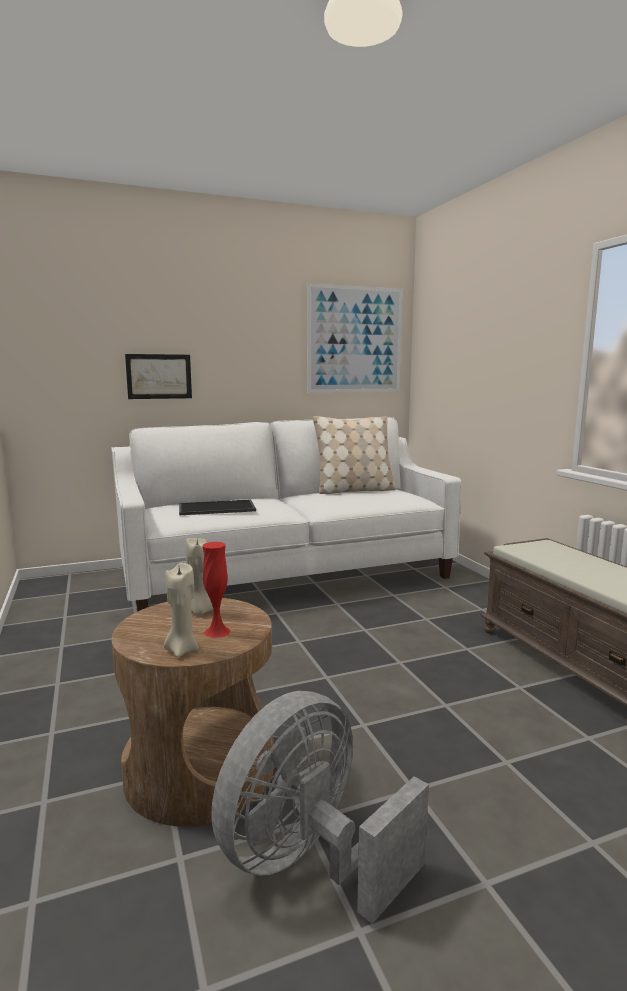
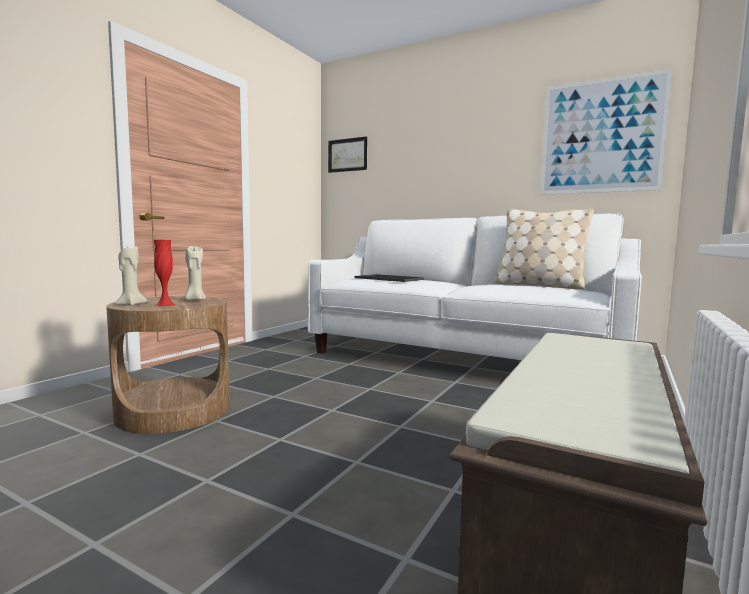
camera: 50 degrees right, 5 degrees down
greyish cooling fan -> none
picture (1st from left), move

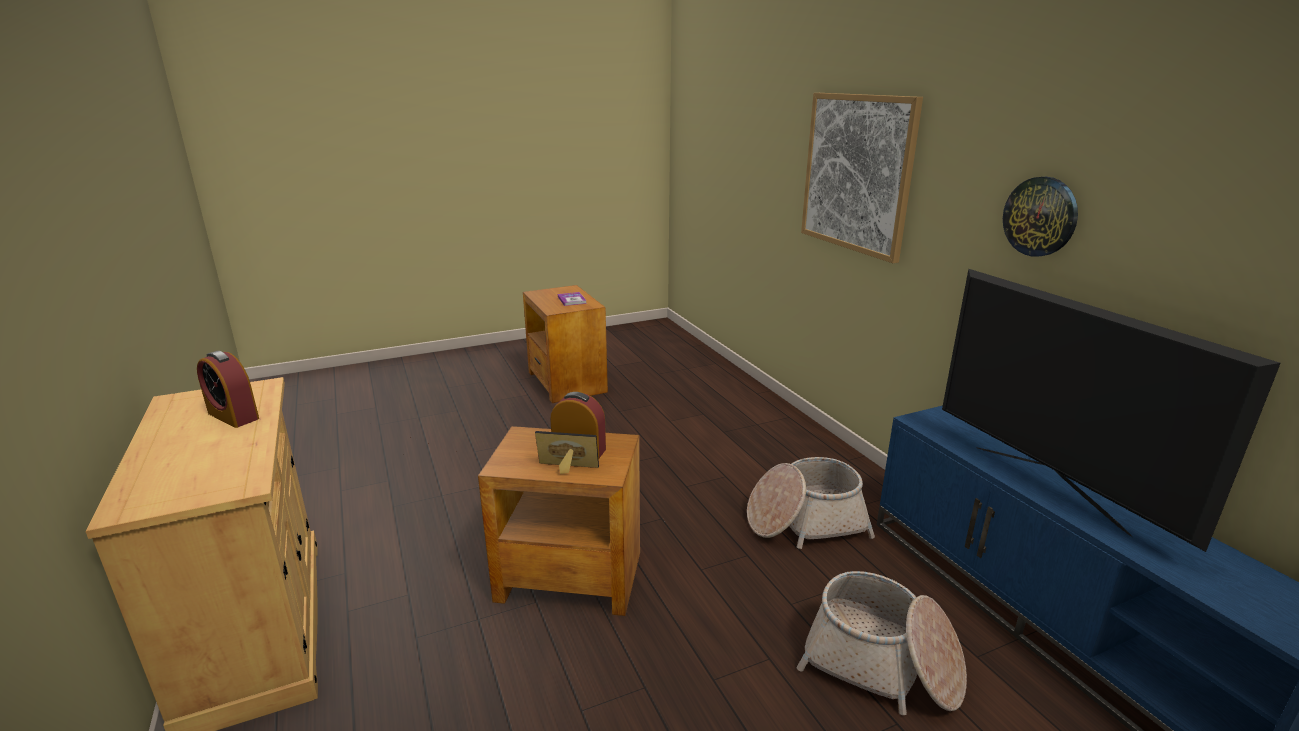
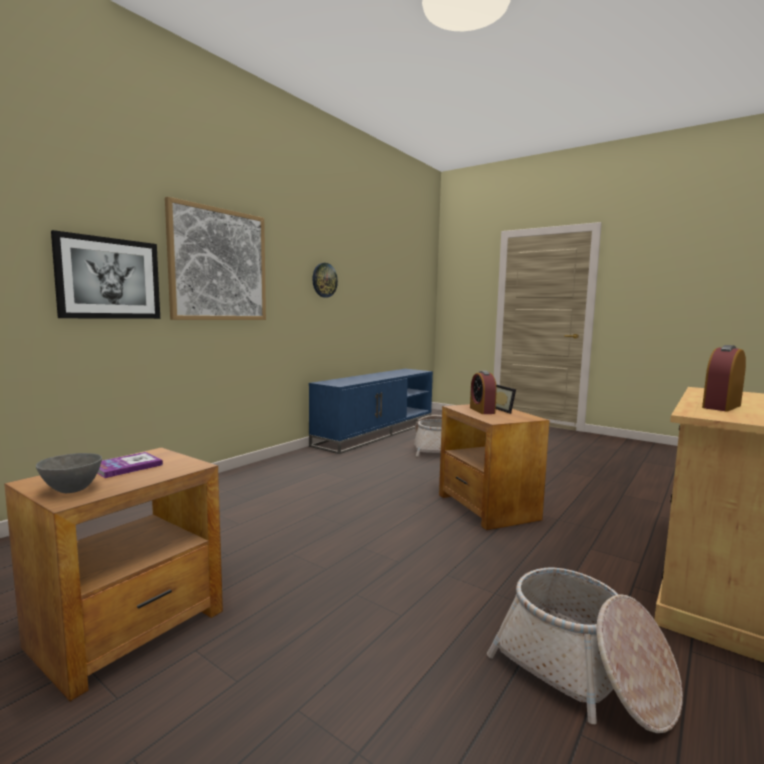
camera: 120 degrees left, 15 degrees down
TV set -> none
none -> greyish serving bowl
none -> picture (1st from left)
storage basket (1st from left in the first image) -> storage basket (2nd from left), move
bedside clock (1st from left in the first image) -> bedside clock (2nd from left), 135 degrees counterclockwise

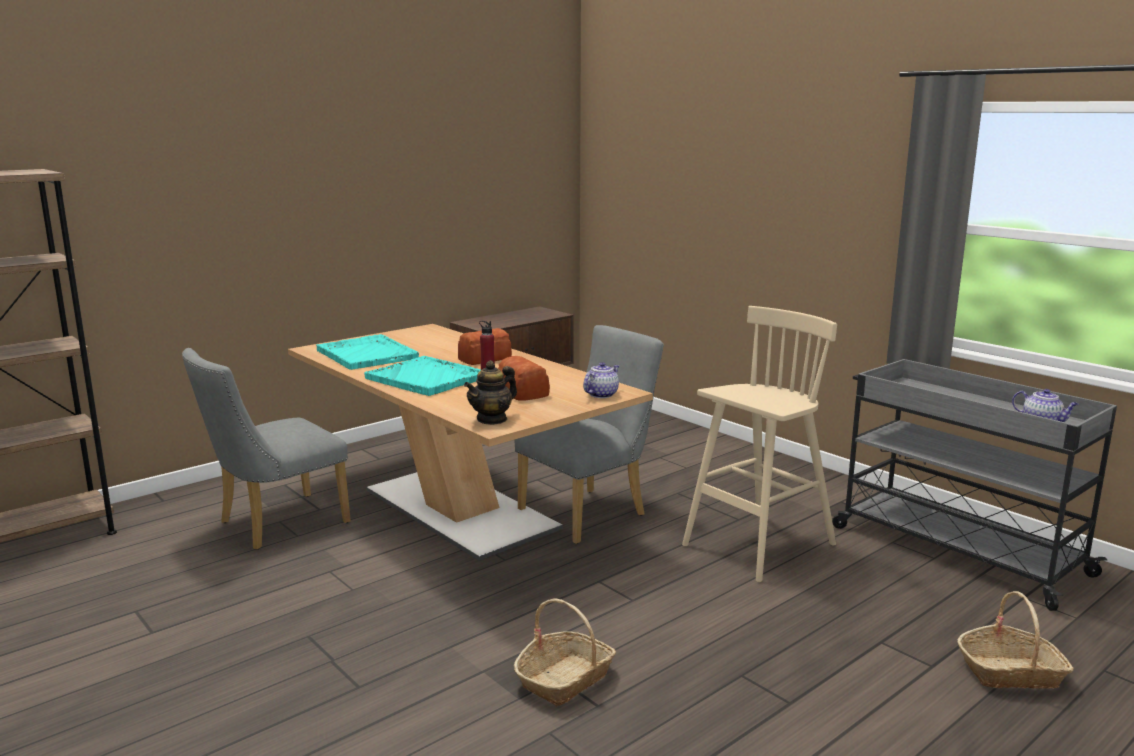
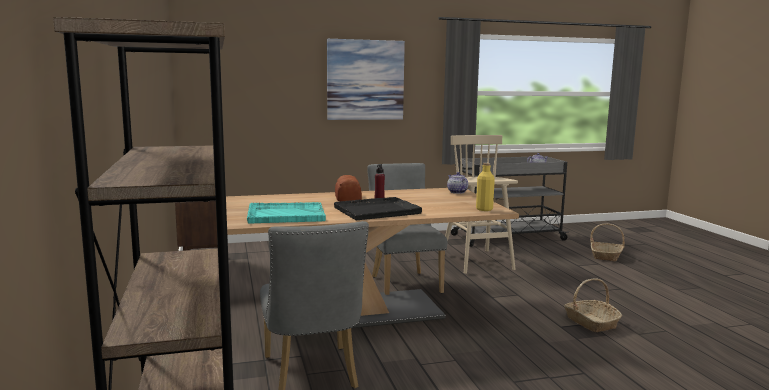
camera: 65 degrees left, 5 degrees down
baked bread (2nd from left) -> none
none -> picture
tea pot (1st from left) -> yellow beverage bottle
turquoise carrying tray (2nd from left) -> black-coloured carrying tray

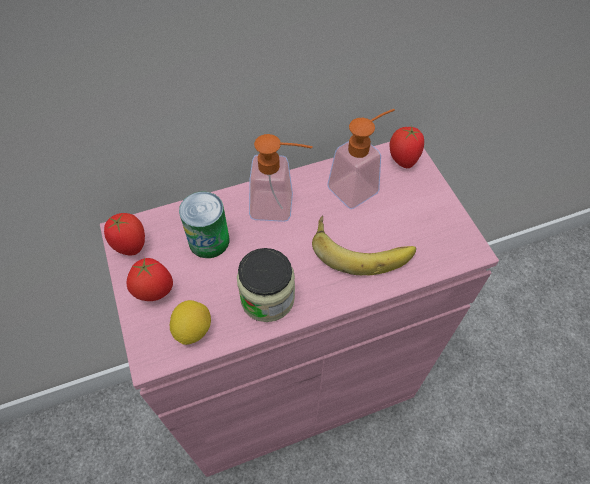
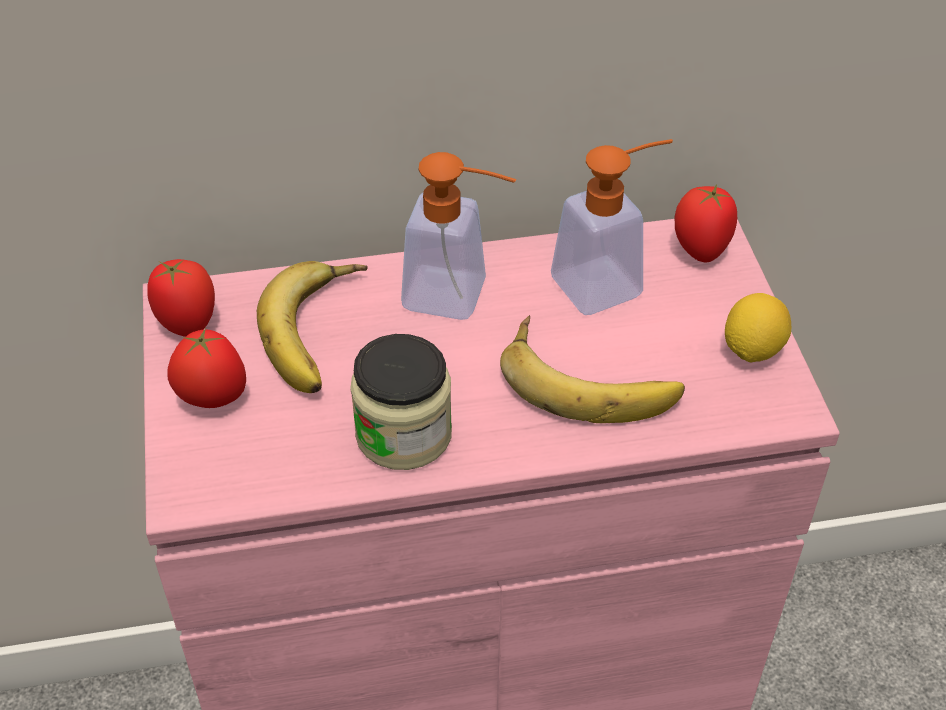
camera: 10 degrees right, 10 degrees down
whole lemon, move
sealed can -> banana fruit (1st from left)

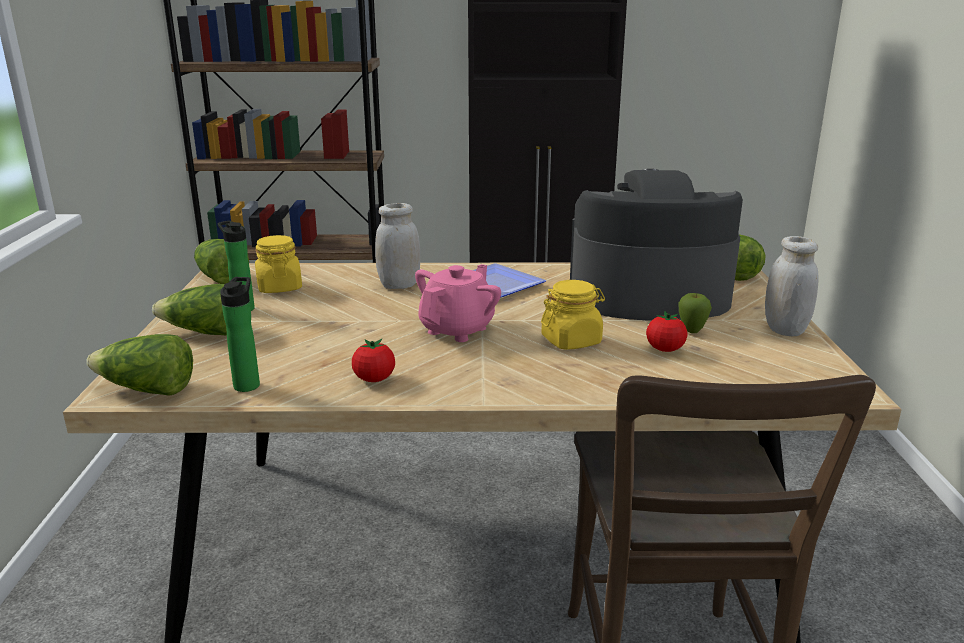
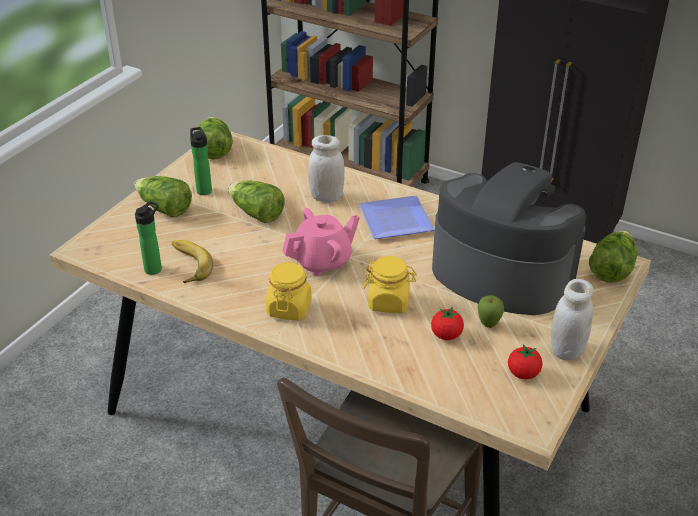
camera: 30 degrees right, 15 degrees up
none -> banana fruit
lettuce (1st from left in the first image) -> lettuce (3rd from left), move
yellow jar (1st from left), move
fresh tomato (1st from left in the first image) -> fresh tomato (2nd from left), move

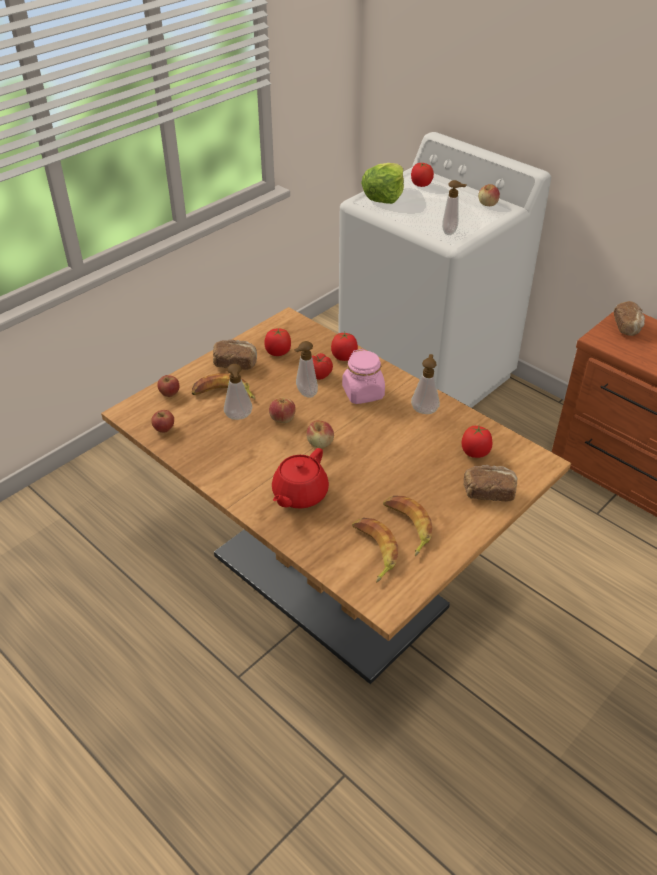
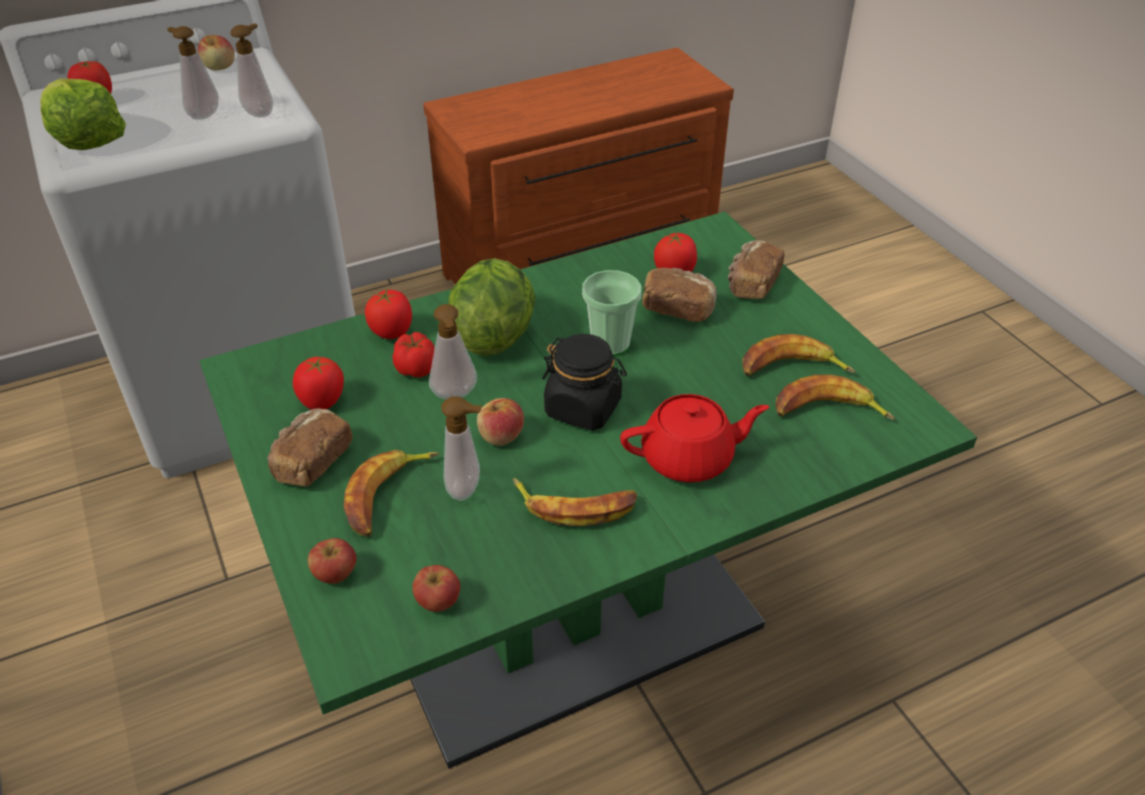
camera: 70 degrees left, 0 degrees up
none -> banana fruit (2nd from left)
none -> drinking cup
soap bottle (3rd from left in the first image) -> soap bottle (1st from left), move
baked bread (3rd from left in the first image) -> baked bread (2nd from left), move
whole apple (4th from left) -> black-coloured jar
pinkish jar -> lettuce (2nd from left)
brown dinner table -> green dinner table
red-coloured tea pot, 60 degrees counterclockwise

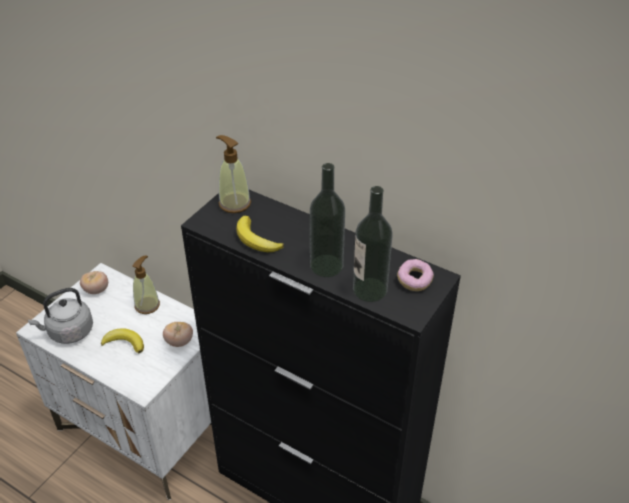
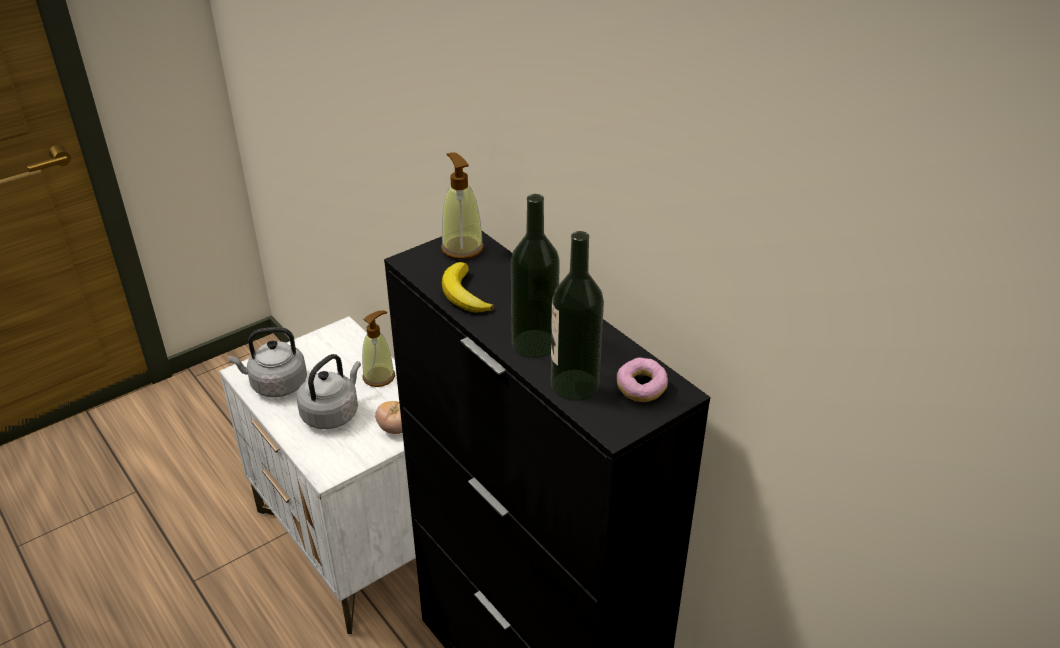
camera: 20 degrees right, 5 degrees down
fresh tomato (1st from left) -> none
banana fruit (1st from left) -> greyish kettle (2nd from left)

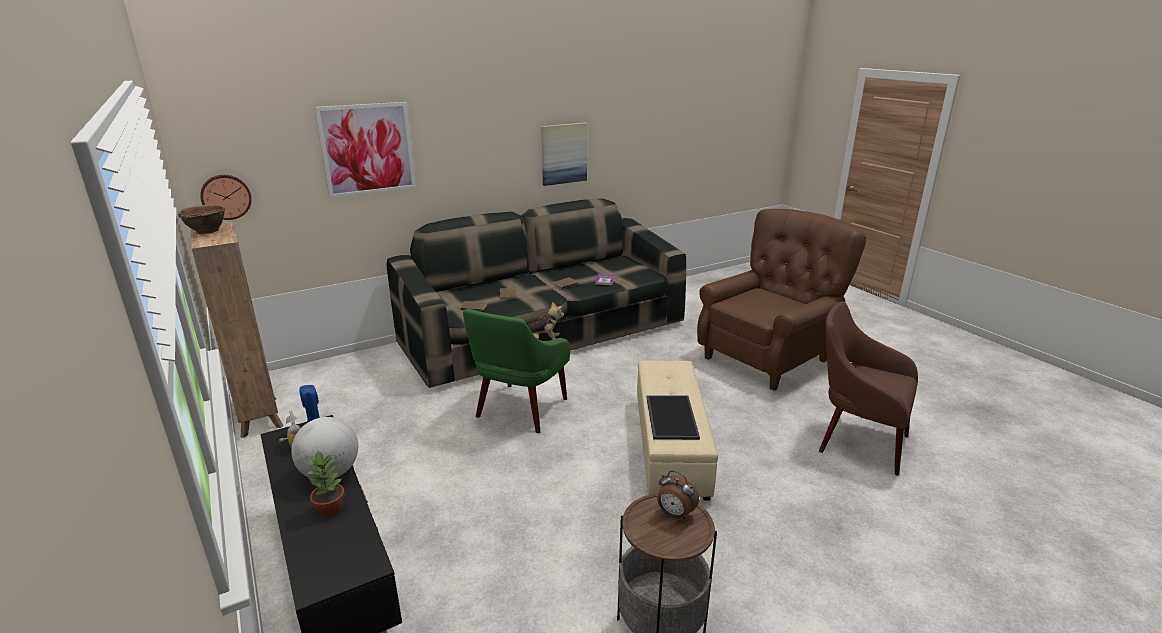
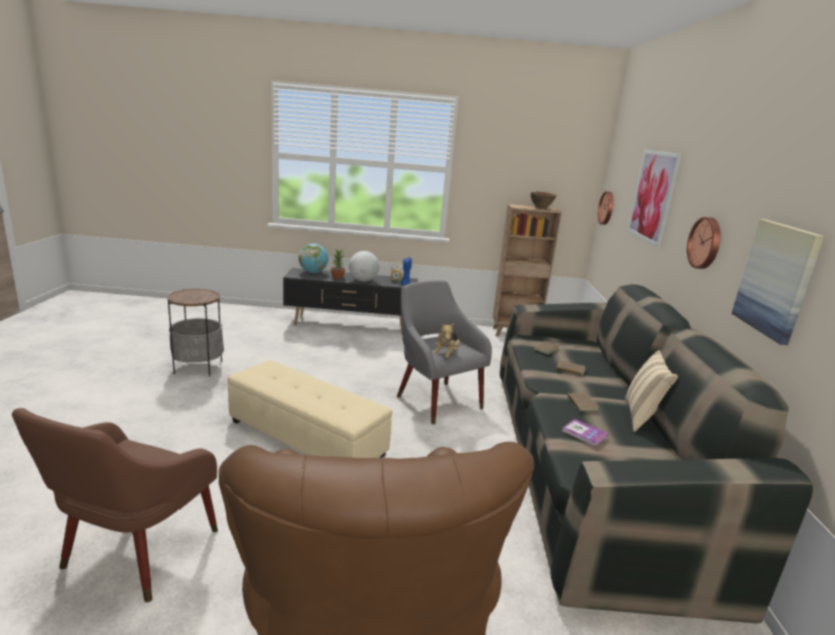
camera: 120 degrees right, 5 degrees down
carrying tray -> none
bedside clock (2nd from left) -> none
none -> desk globe (1st from left)
none -> beige-coloured pillow
none -> clock on the wall (2nd from left)
green lounge chair -> greyish lounge chair
brown lounge chair (2nd from left in the first image) -> brown lounge chair (1st from left), 135 degrees clockwise

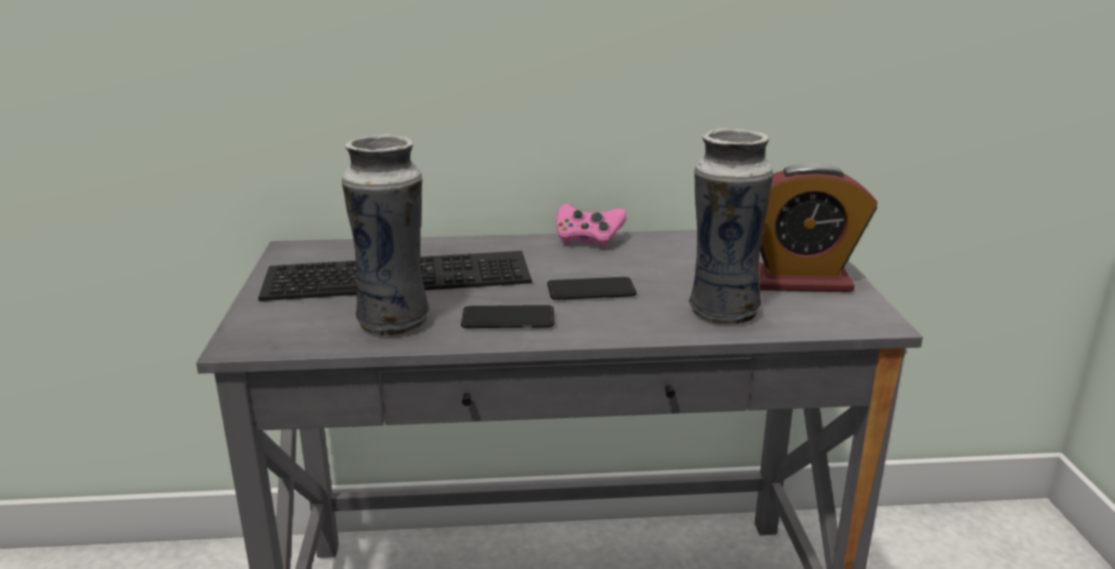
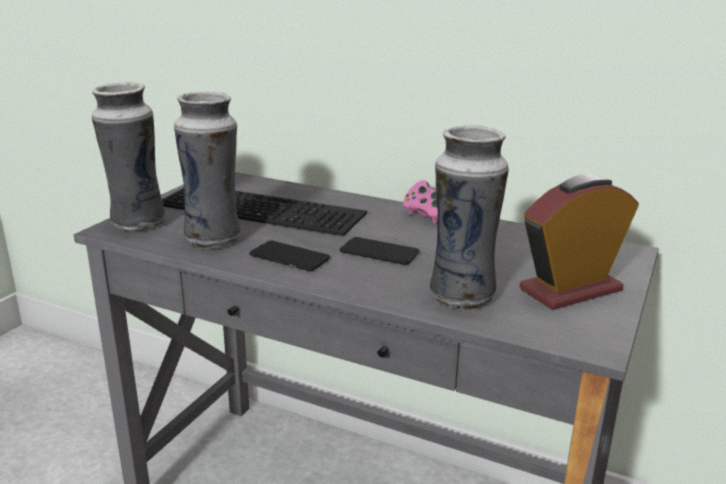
camera: 30 degrees right, 0 degrees up
none -> flower vase (1st from left)
bedside clock, 120 degrees clockwise

